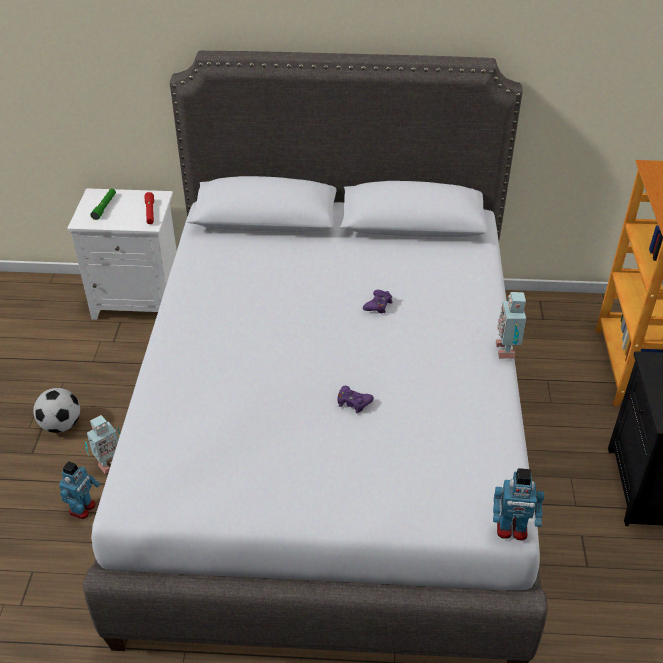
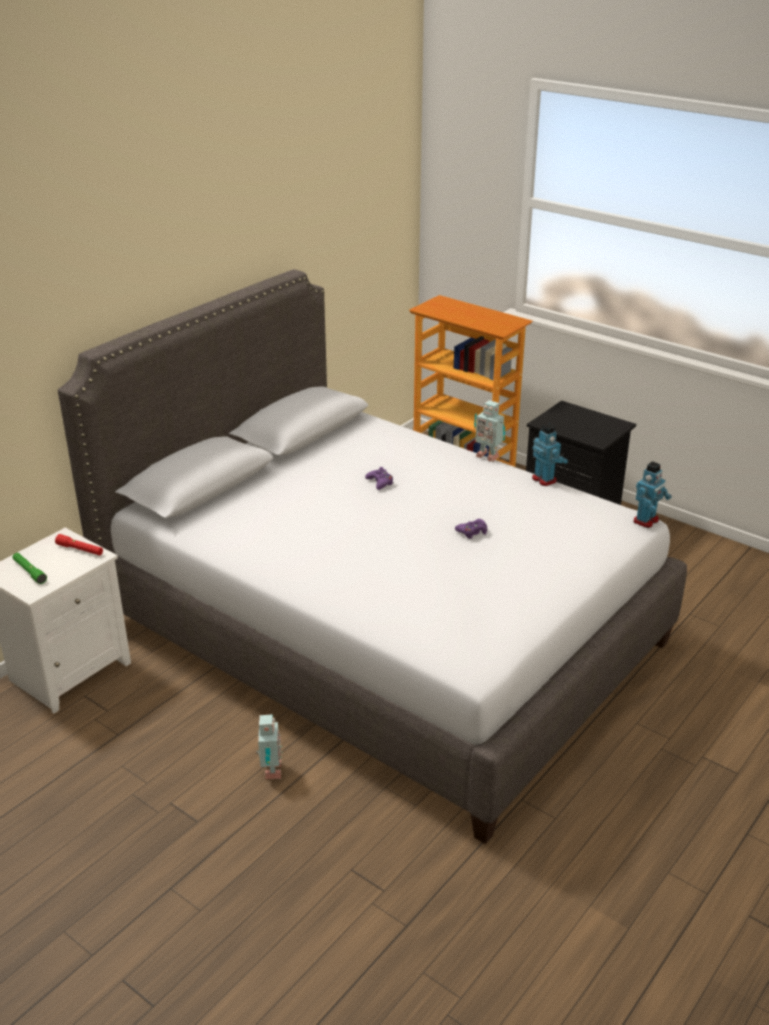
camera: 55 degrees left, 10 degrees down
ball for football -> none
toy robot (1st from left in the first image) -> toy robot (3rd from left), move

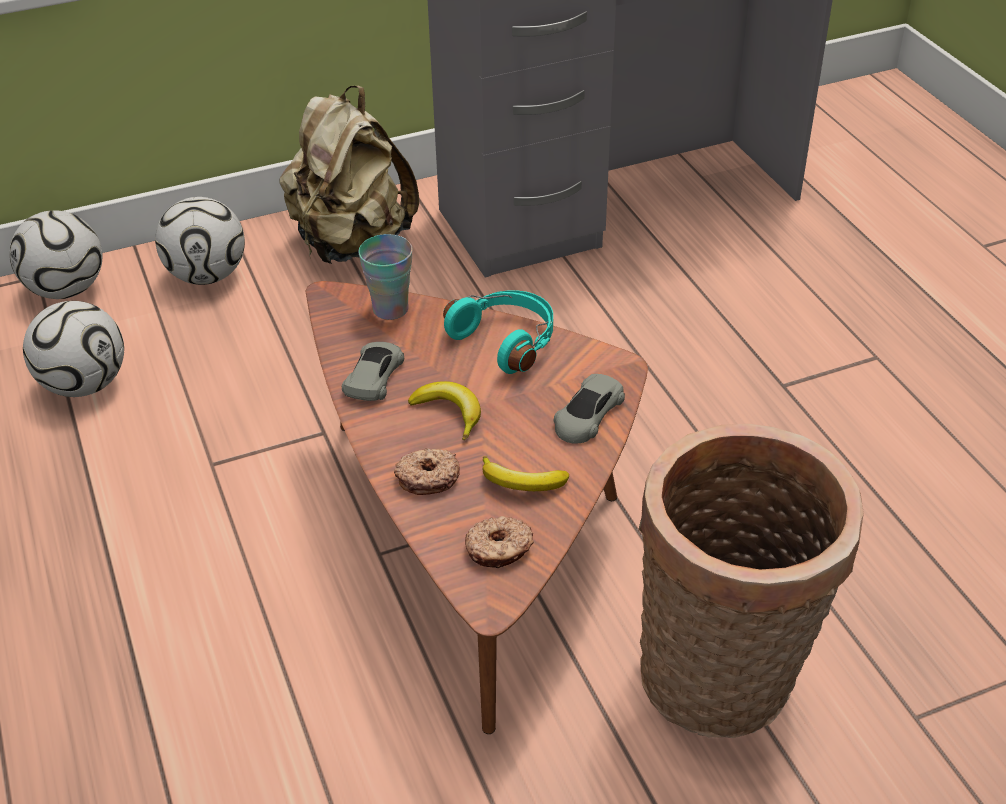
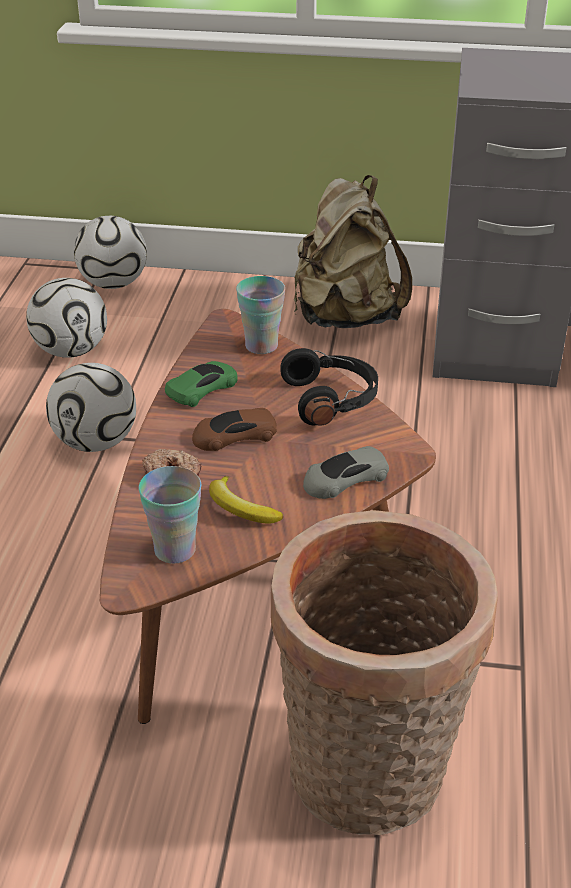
camera: 30 degrees right, 5 degrees down
ball for football (3rd from left in the first image) -> ball for football (2nd from left), move
banana fruit (1st from left) -> brown miniature car
donut (2nd from left) -> drinking cup (1st from left)
greyish miniature car (1st from left) -> green miniature car
turquoise headset -> black-coloured headset

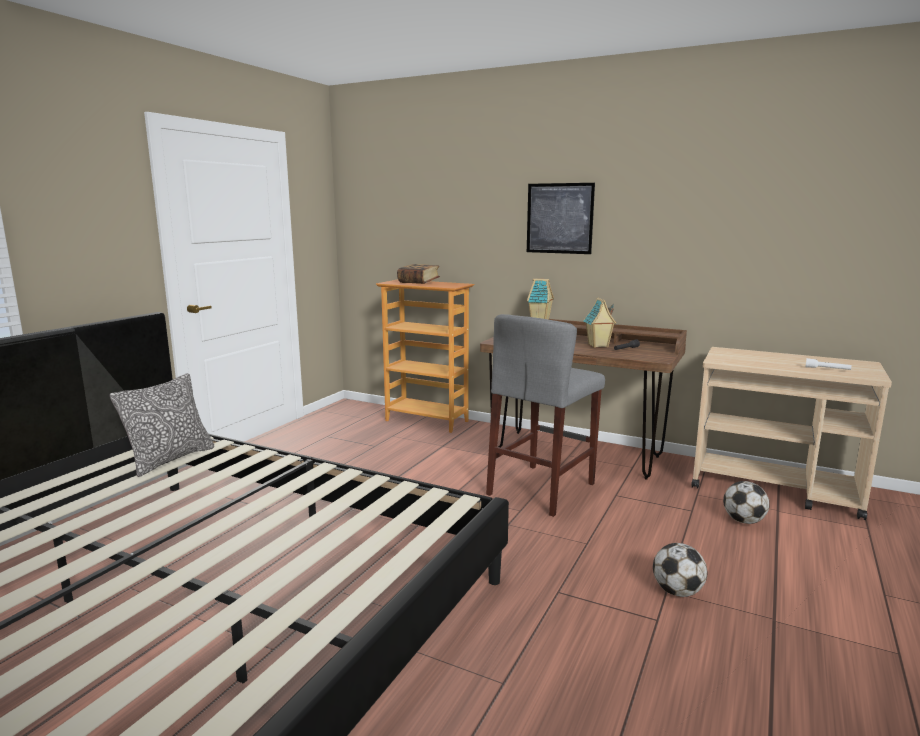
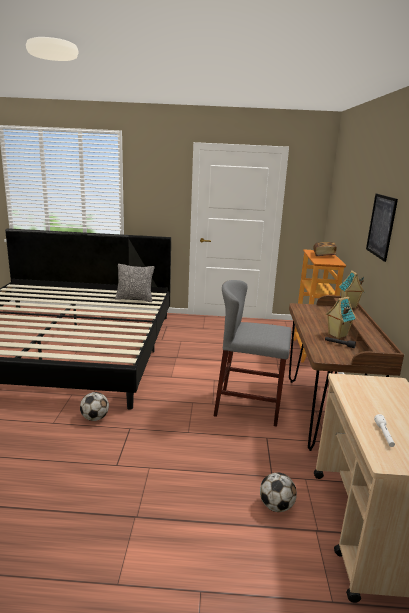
camera: 65 degrees right, 5 degrees up
ball for football (1st from left), move

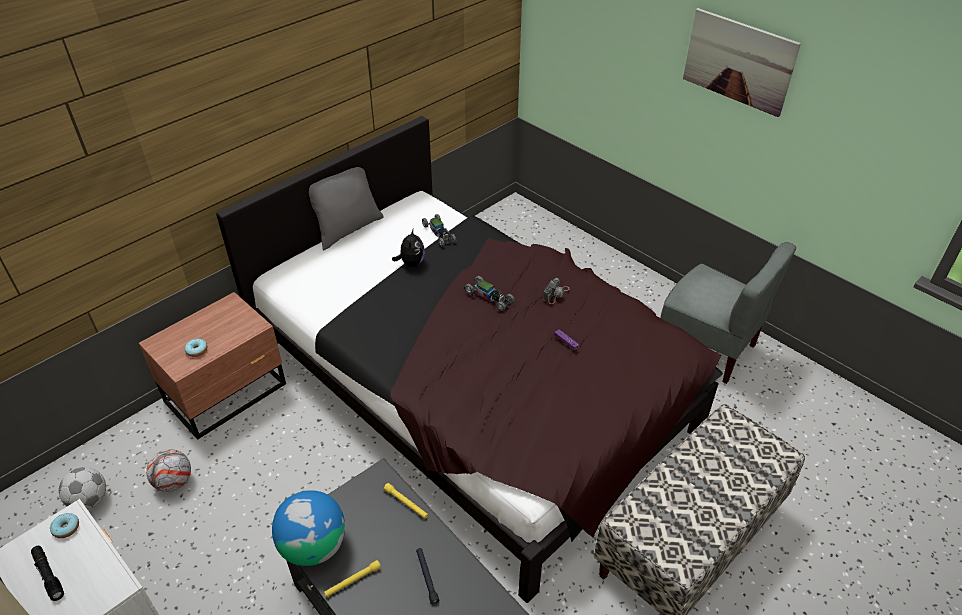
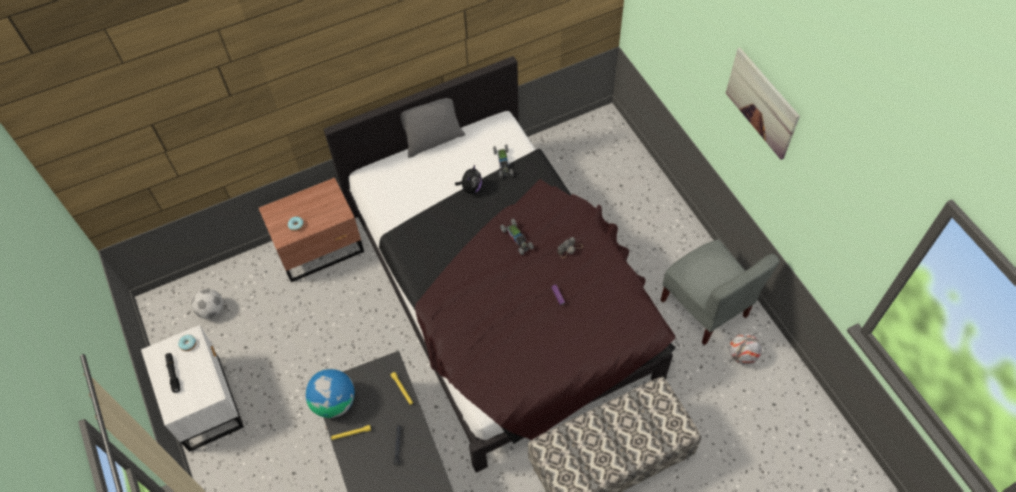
camera: 20 degrees right, 15 degrees up
ball for football (2nd from left), move

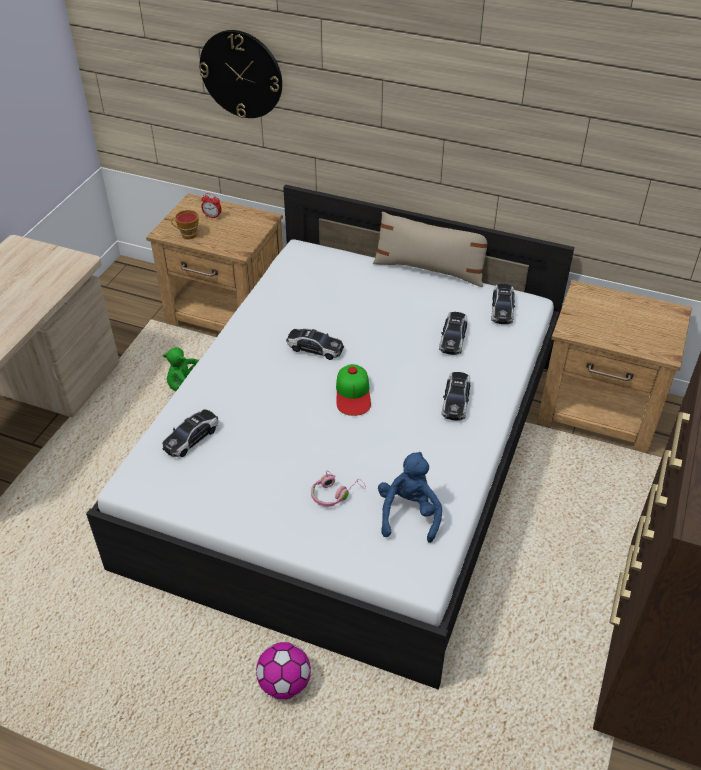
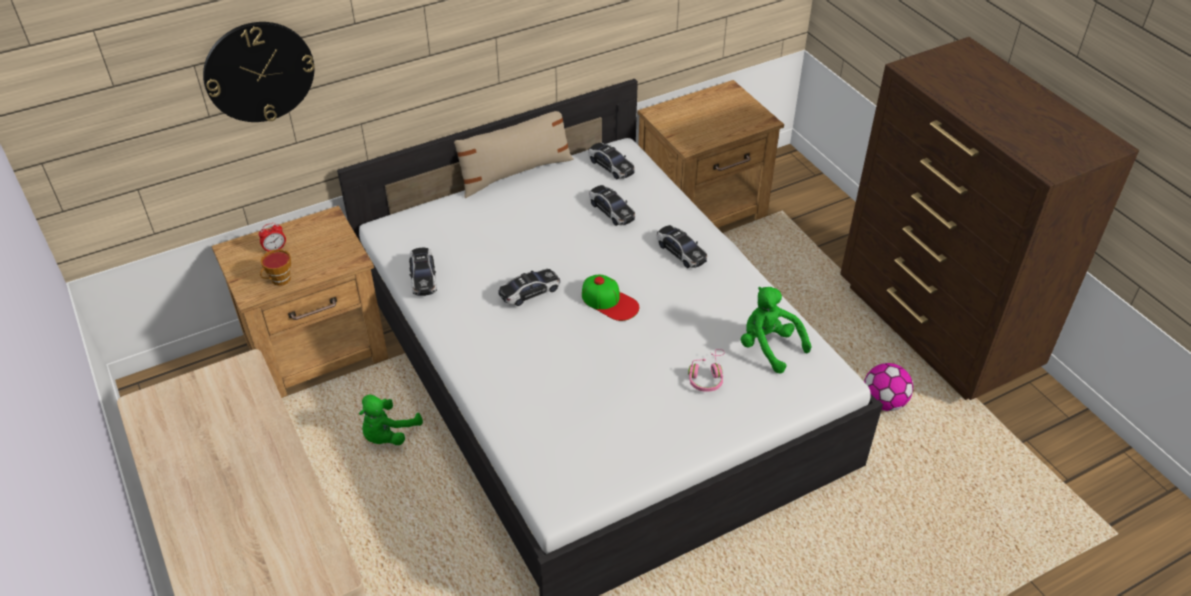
camera: 50 degrees left, 0 degrees up
miniature car (1st from left), move
ball for football, move
bluish cuddly toy -> green cuddly toy (2nd from left)

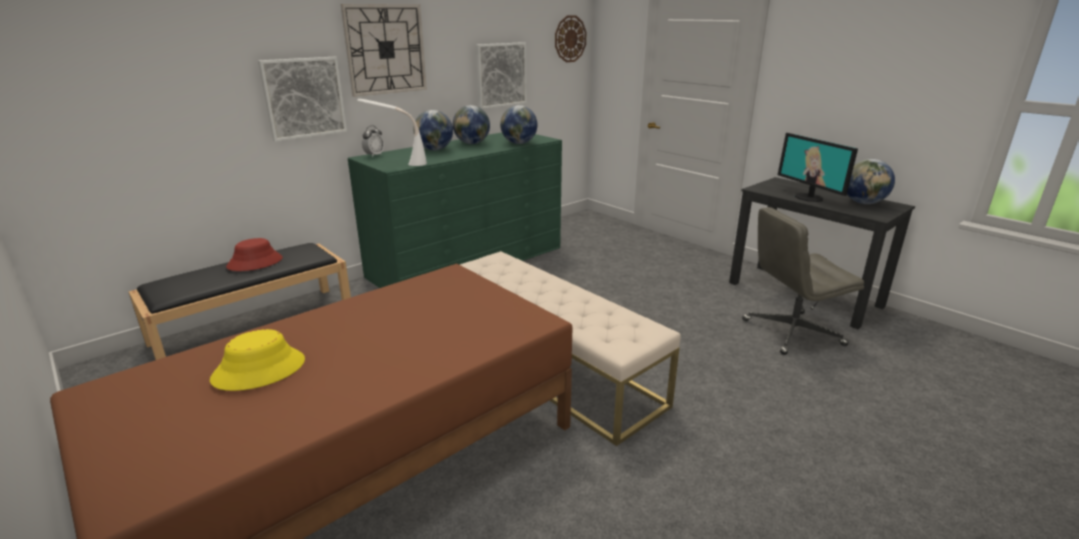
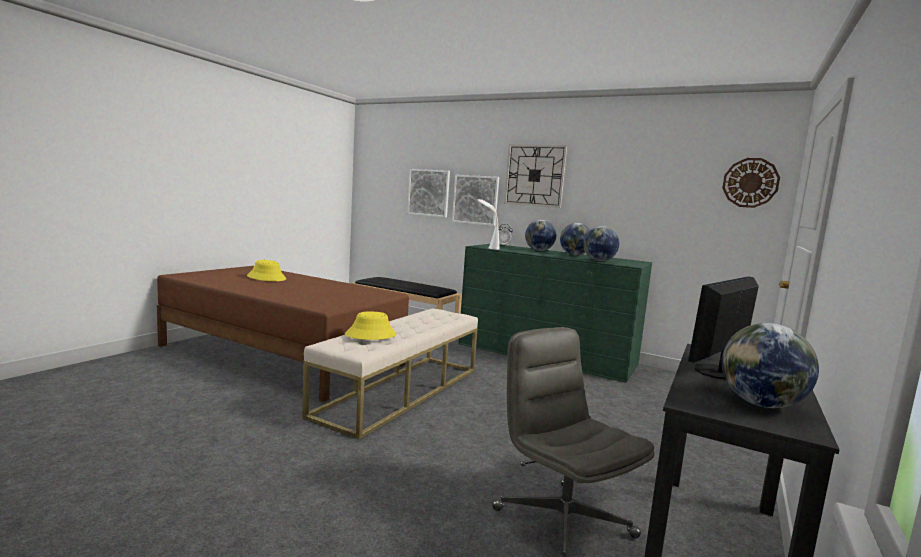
camera: 70 degrees right, 15 degrees down
red-coloured hat -> none
none -> yellow hat (2nd from left)
picture (2nd from left in the first image) -> picture (1st from left), move

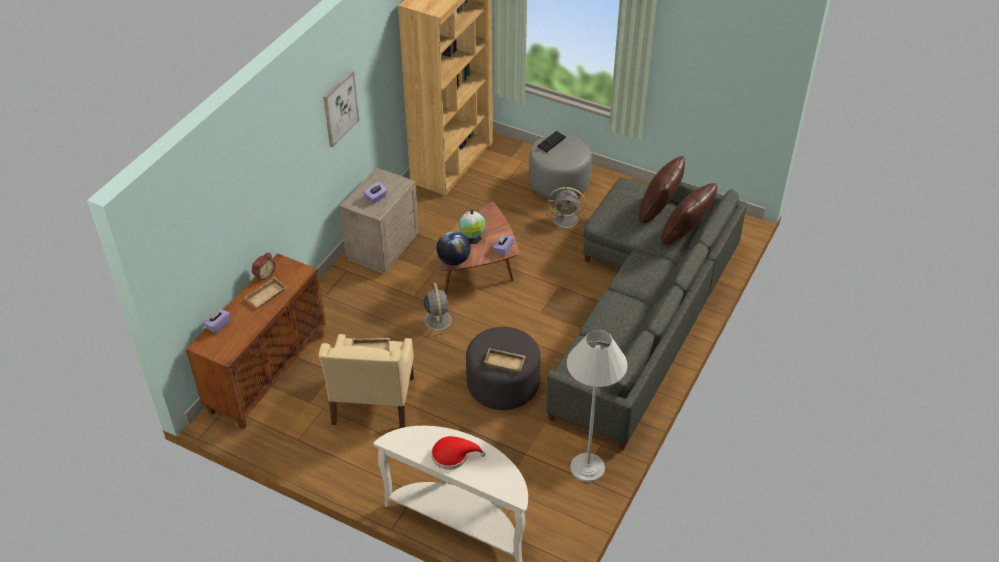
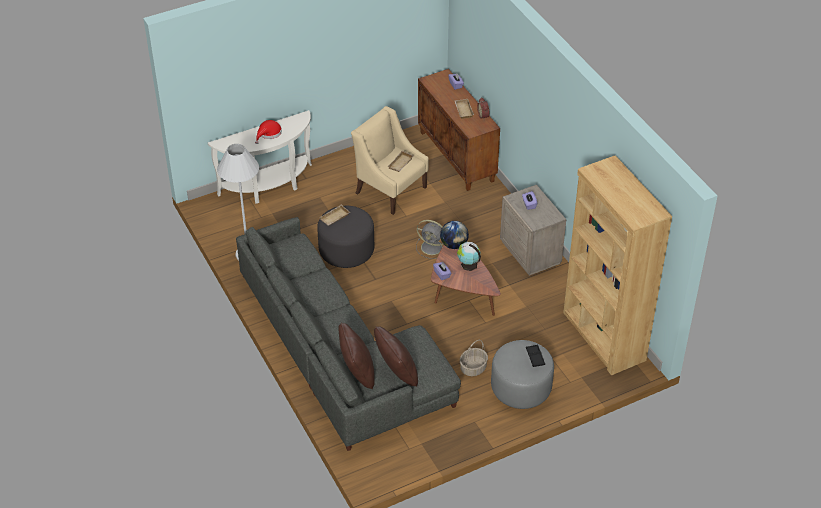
camera: 125 degrees right, 0 degrees up
picture -> none
greyish cooling fan (2nd from left) -> storage basket

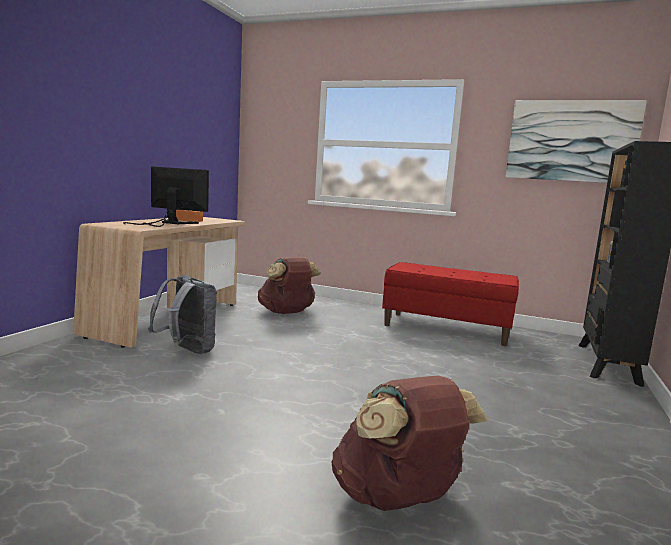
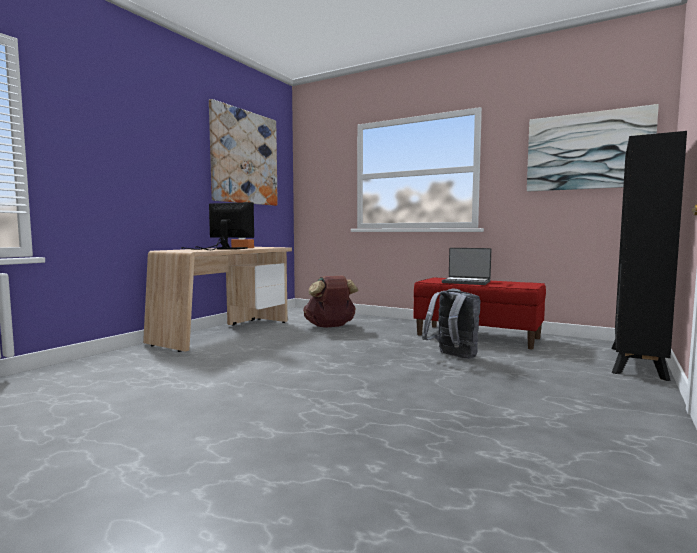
camera: 10 degrees right, 5 degrees down
brown rucksack (2nd from left) -> none
none -> picture (1st from left)
none -> laptop
greyish rucksack, move

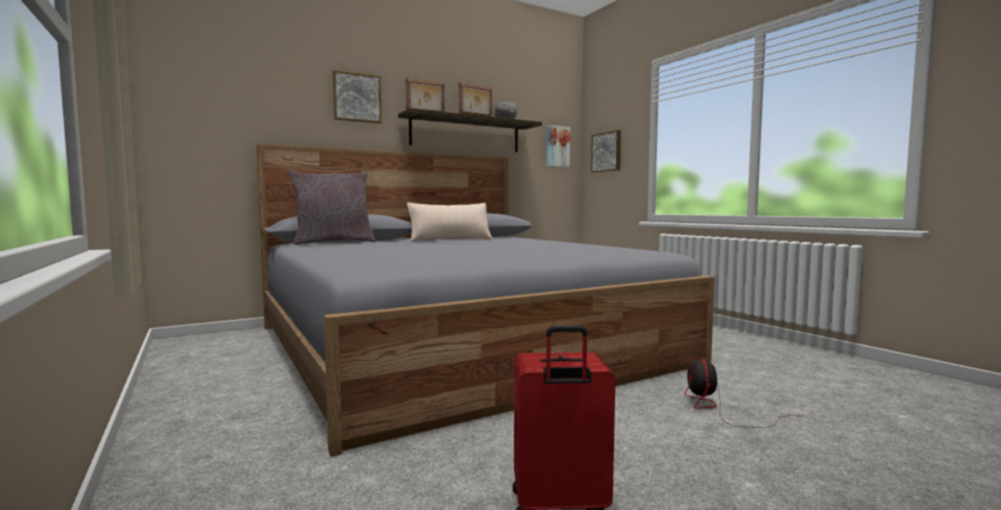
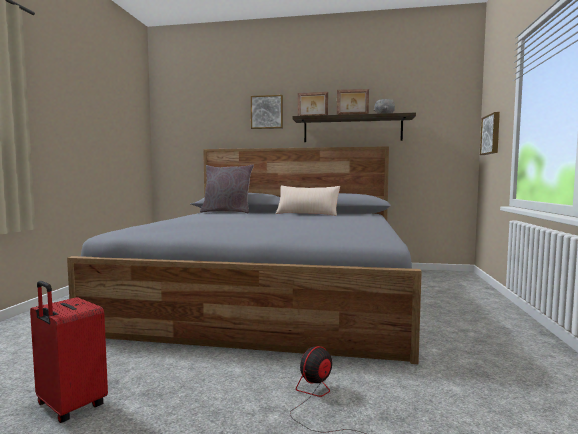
camera: 40 degrees right, 0 degrees up
picture (2nd from left) -> none

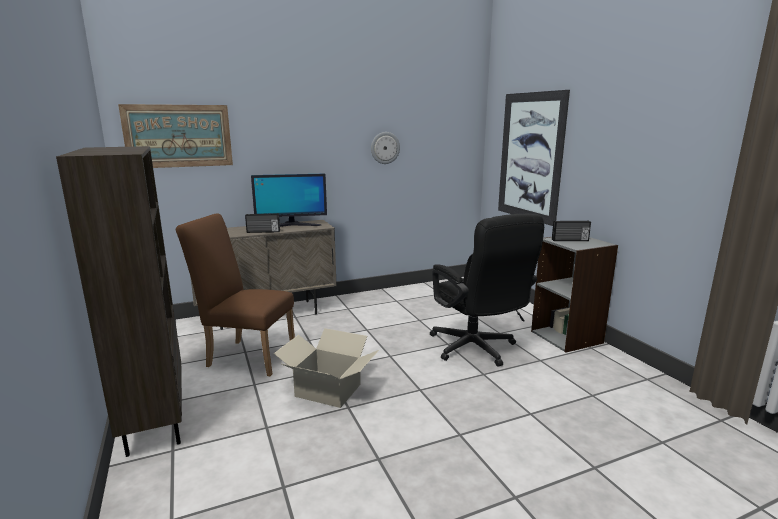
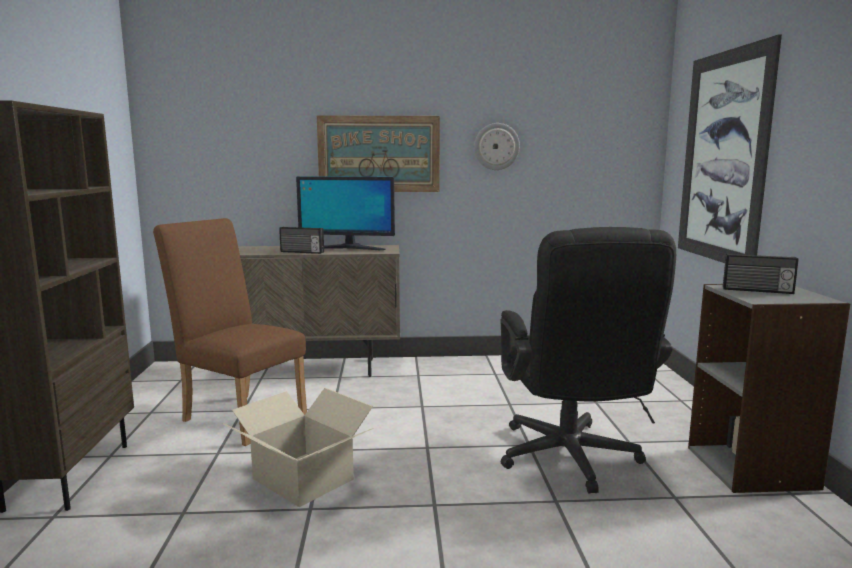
camera: 20 degrees right, 5 degrees down
picture (1st from left), move

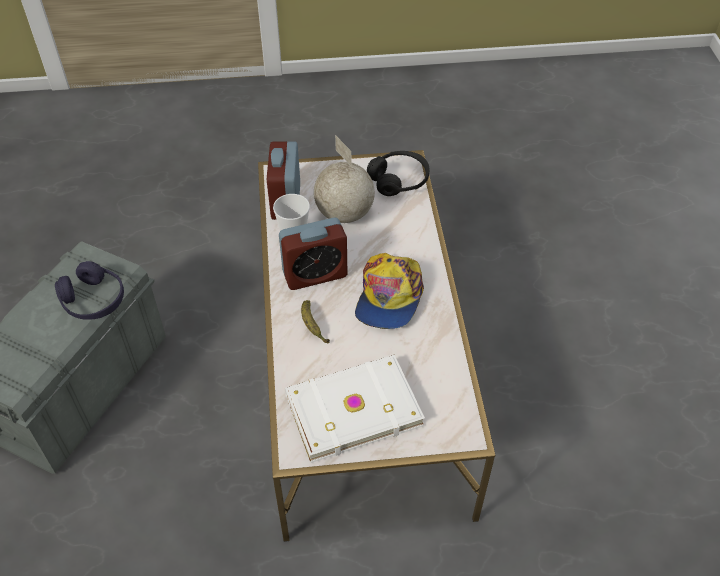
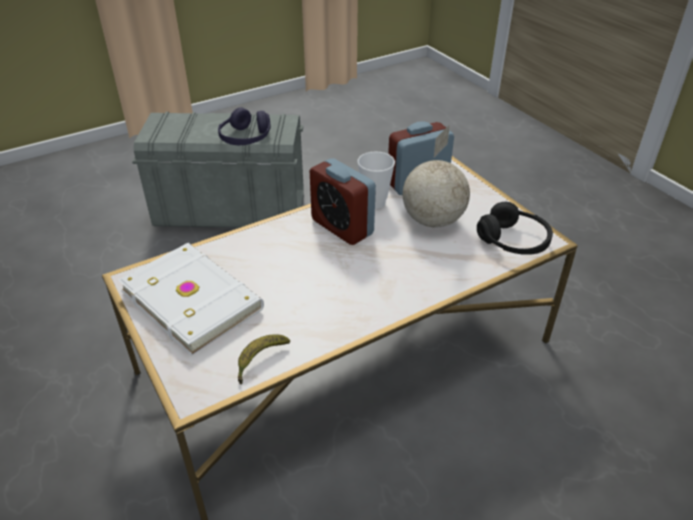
camera: 65 degrees right, 10 degrees down
cap -> none
banana fruit, move

